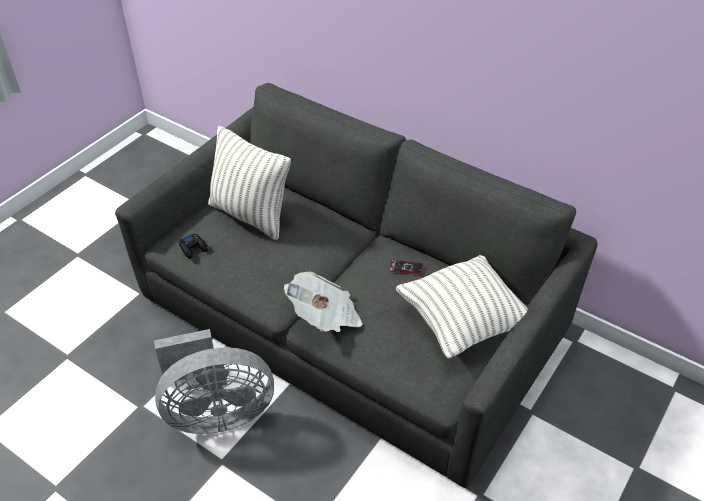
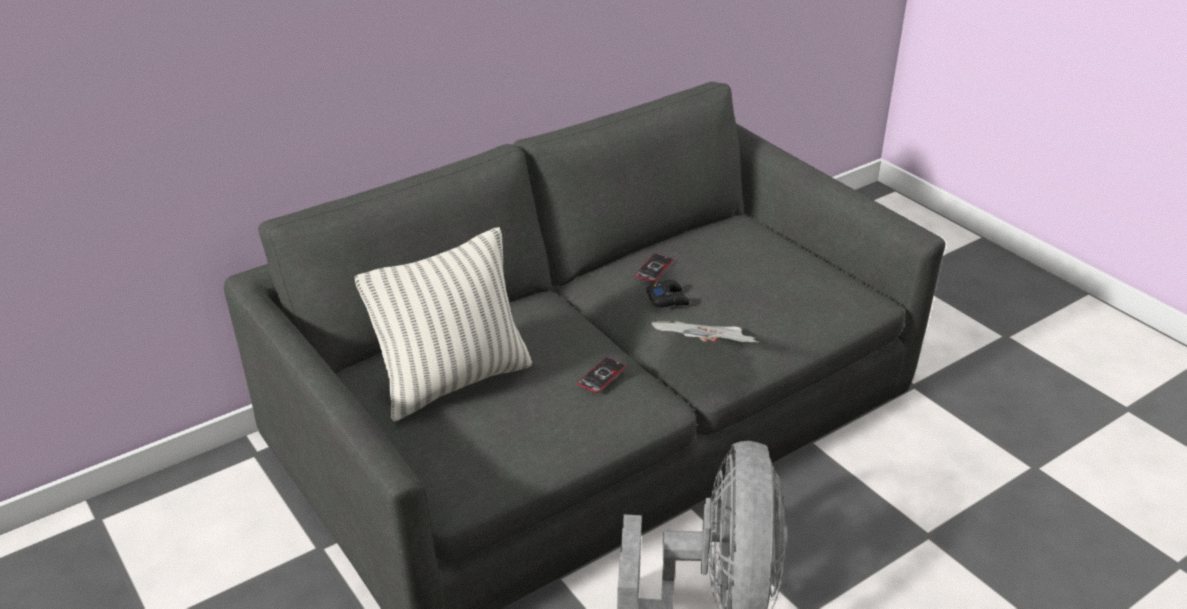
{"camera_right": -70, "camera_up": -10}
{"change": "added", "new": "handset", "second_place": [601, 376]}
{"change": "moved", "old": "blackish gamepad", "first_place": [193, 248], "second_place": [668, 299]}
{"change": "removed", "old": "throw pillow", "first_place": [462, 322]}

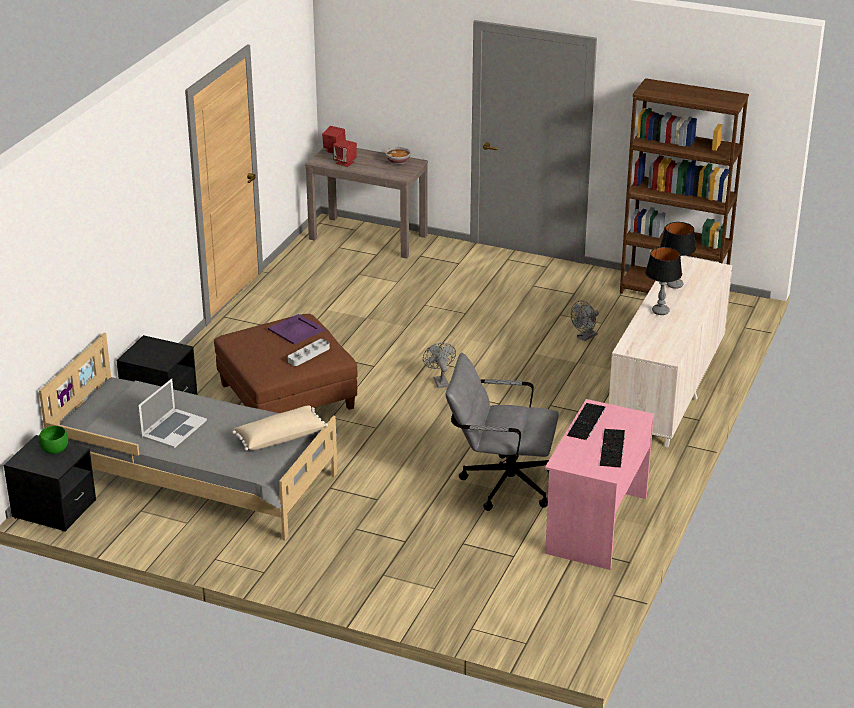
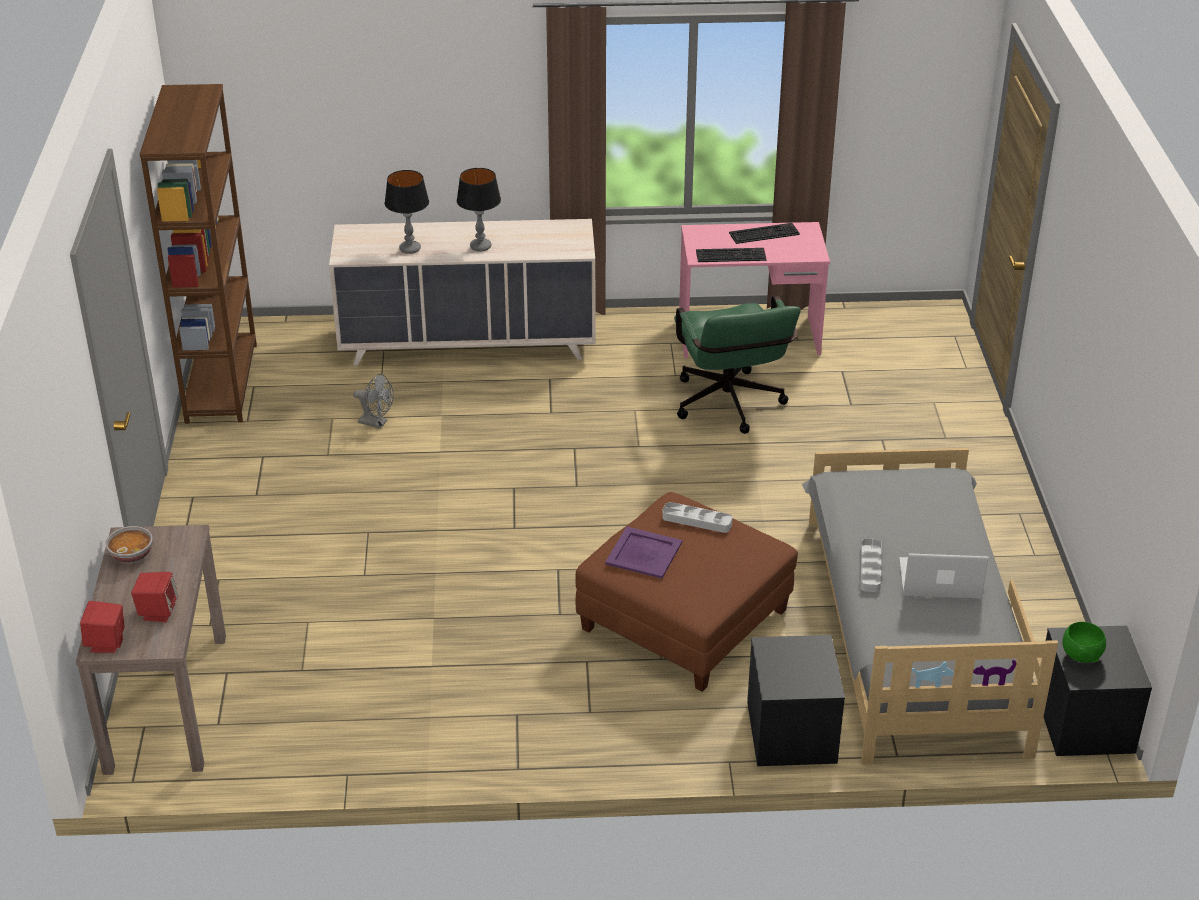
{"camera_right": -115, "camera_up": 5}
{"change": "recoloured", "old": "gray computer chair", "new": "green computer chair", "first_place": [500, 483], "second_place": [730, 408]}
{"change": "added", "new": "gray tray", "second_place": [870, 568]}
{"change": "removed", "old": "beige throw pillow", "first_place": [280, 437]}
{"change": "removed", "old": "gray fan", "first_place": [439, 381]}

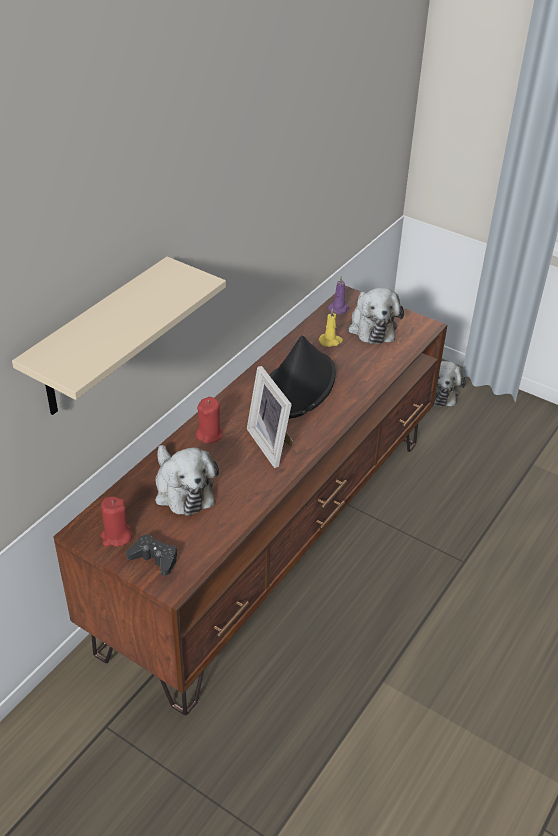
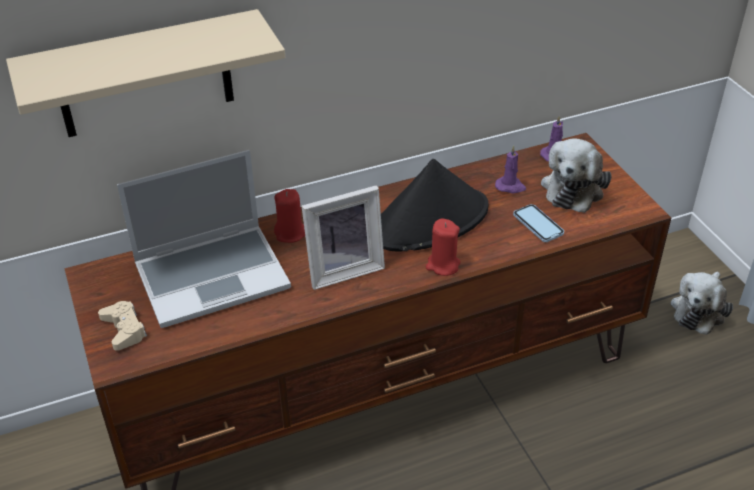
{"camera_right": 35, "camera_up": 0}
{"change": "recoloured", "old": "blackish gamepad", "new": "beige gamepad", "first_place": [154, 558], "second_place": [124, 330]}
{"change": "replaced", "old": "plush toy", "new": "portable computer", "first_place": [182, 489], "second_place": [213, 275]}
{"change": "turned", "old": "picture frame", "first_place": [273, 444], "second_place": [343, 269], "degrees": -120}
{"change": "moved", "old": "red candle", "first_place": [116, 536], "second_place": [442, 265]}
{"change": "recoloured", "old": "yellowish candle", "new": "purplish candle", "first_place": [331, 341], "second_place": [510, 186]}
{"change": "added", "new": "handset", "second_place": [538, 224]}

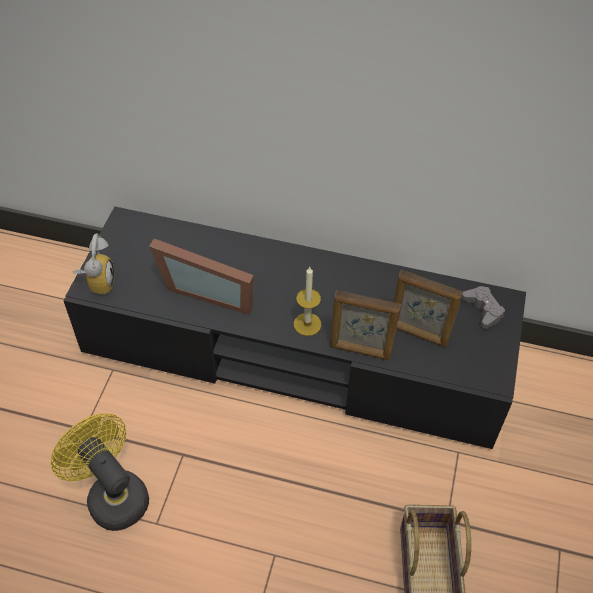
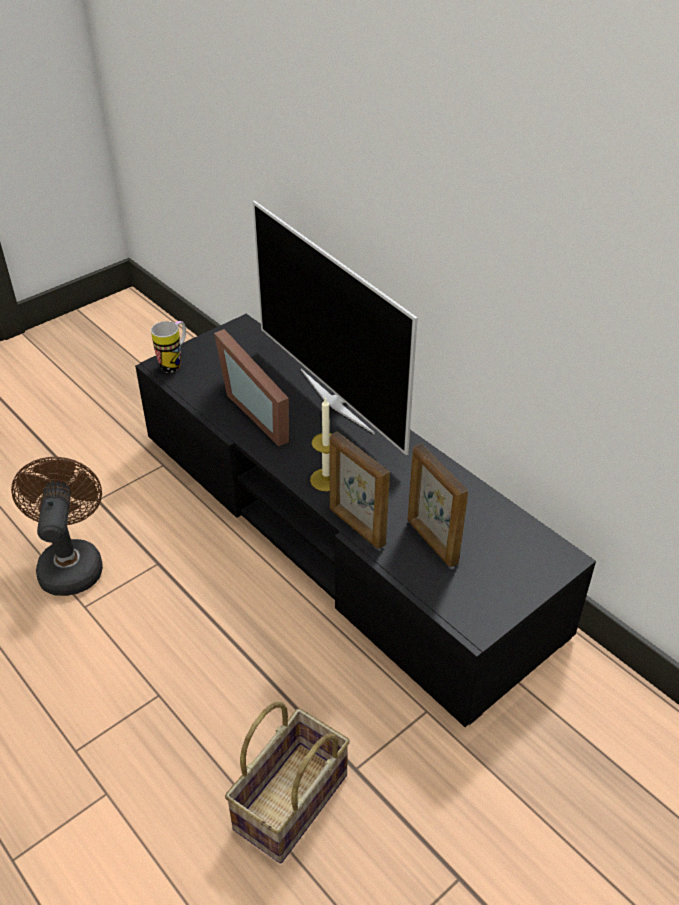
{"camera_right": 35, "camera_up": -10}
{"change": "recoloured", "old": "yellowish fan", "new": "brown-coloured fan", "first_place": [112, 495], "second_place": [71, 563]}
{"change": "replaced", "old": "table clock", "new": "mug", "first_place": [97, 282], "second_place": [175, 363]}
{"change": "added", "new": "TV set", "second_place": [338, 400]}
{"change": "removed", "old": "gray gamepad", "first_place": [483, 310]}

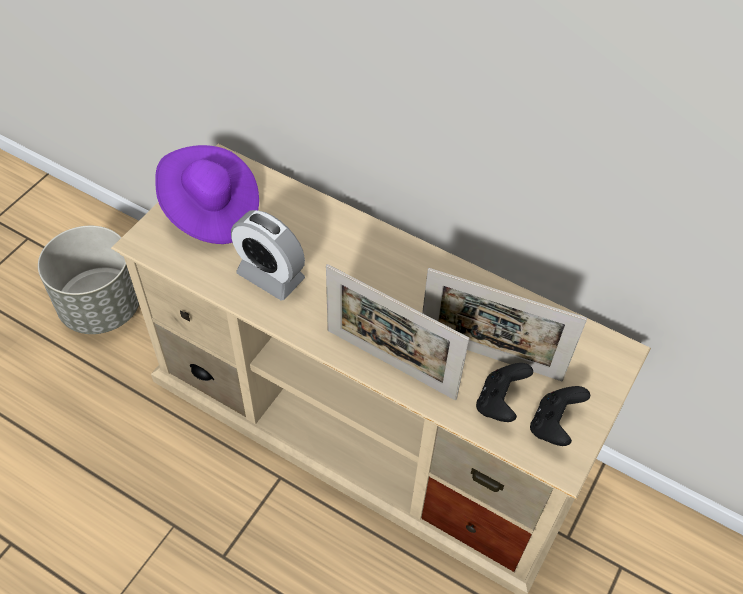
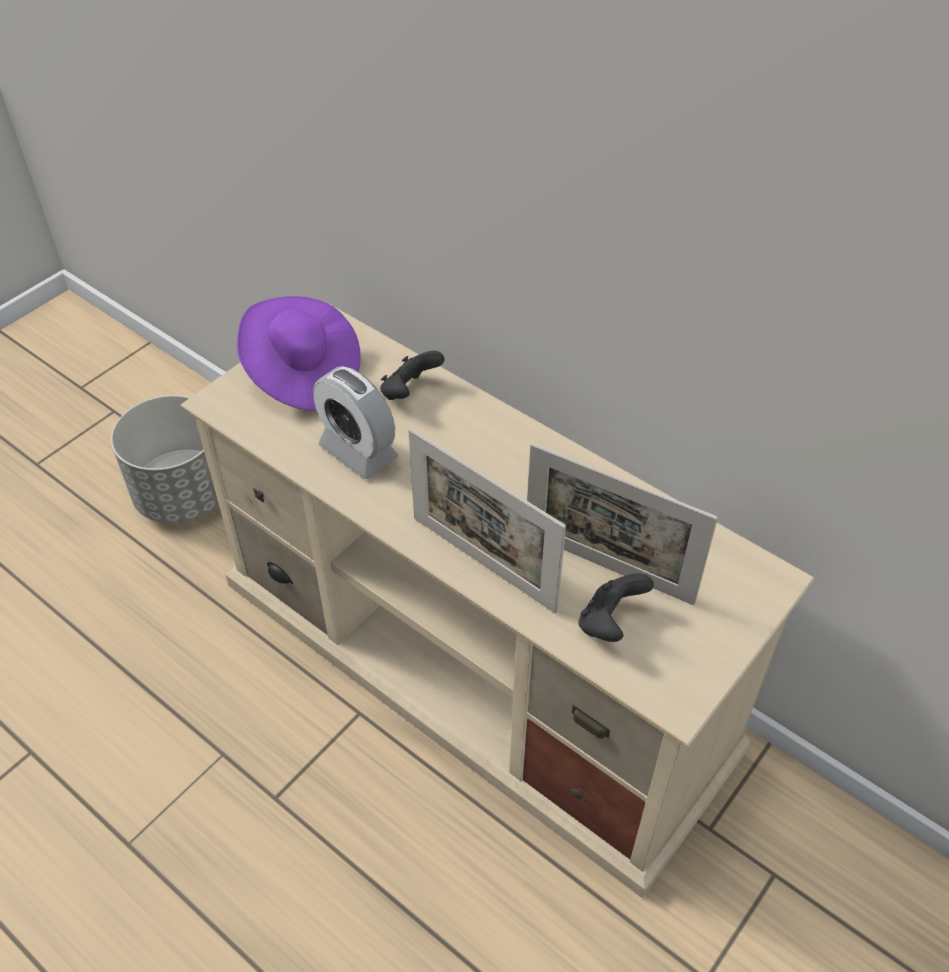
{"camera_right": 10, "camera_up": -5}
{"change": "moved", "old": "blackish gamepad", "first_place": [553, 425], "second_place": [409, 392]}

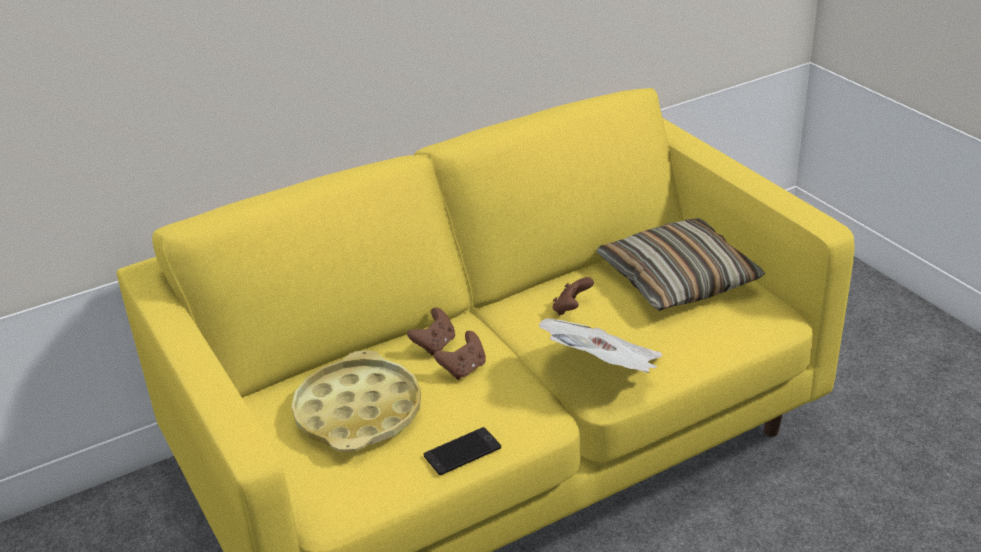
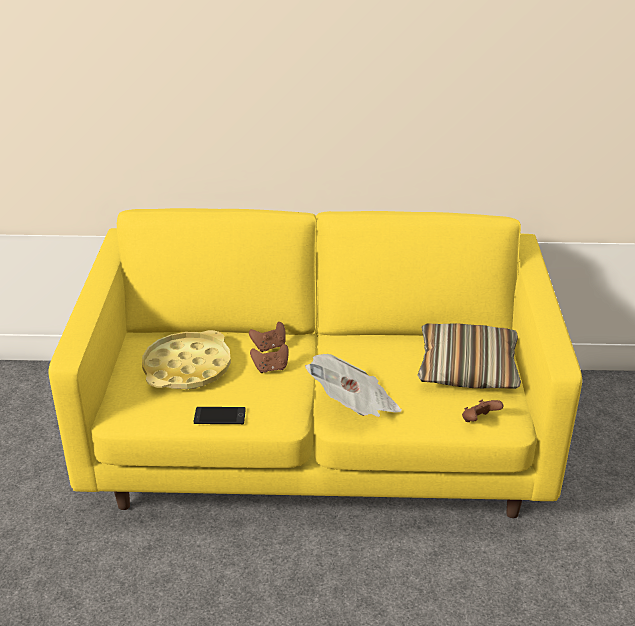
{"camera_right": 30, "camera_up": 0}
{"change": "moved", "old": "brown-coloured gamepad", "first_place": [571, 309], "second_place": [479, 421]}

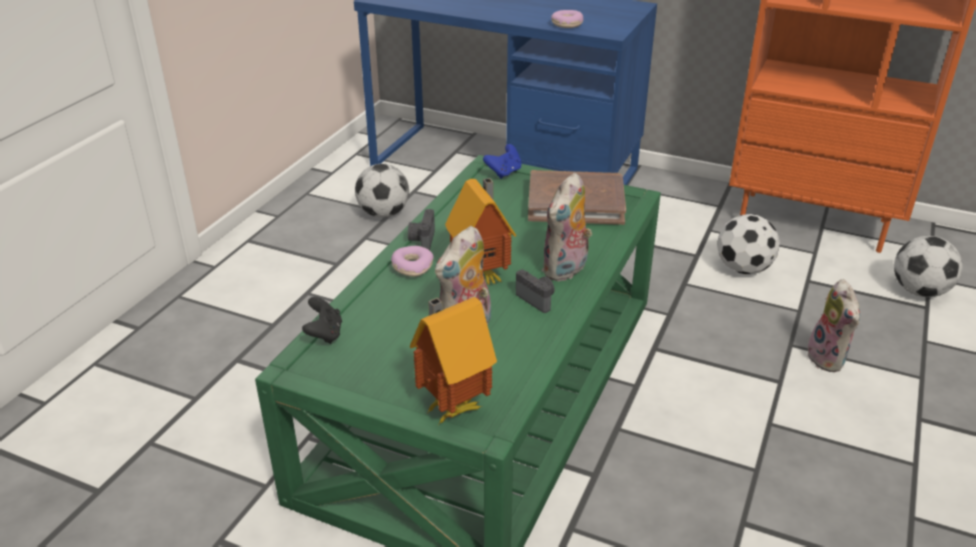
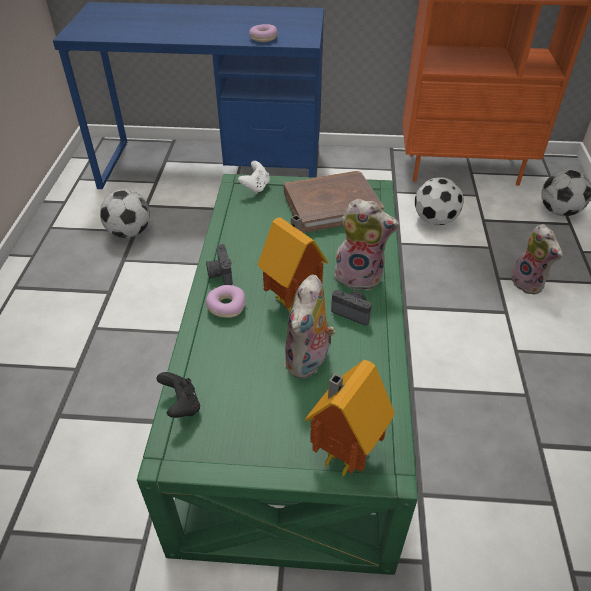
{"camera_right": -20, "camera_up": 10}
{"change": "recoloured", "old": "bluish gamepad", "new": "white-coloured gamepad", "first_place": [504, 172], "second_place": [256, 187]}
{"change": "turned", "old": "plush toy", "first_place": [566, 270], "second_place": [360, 276], "degrees": -90}

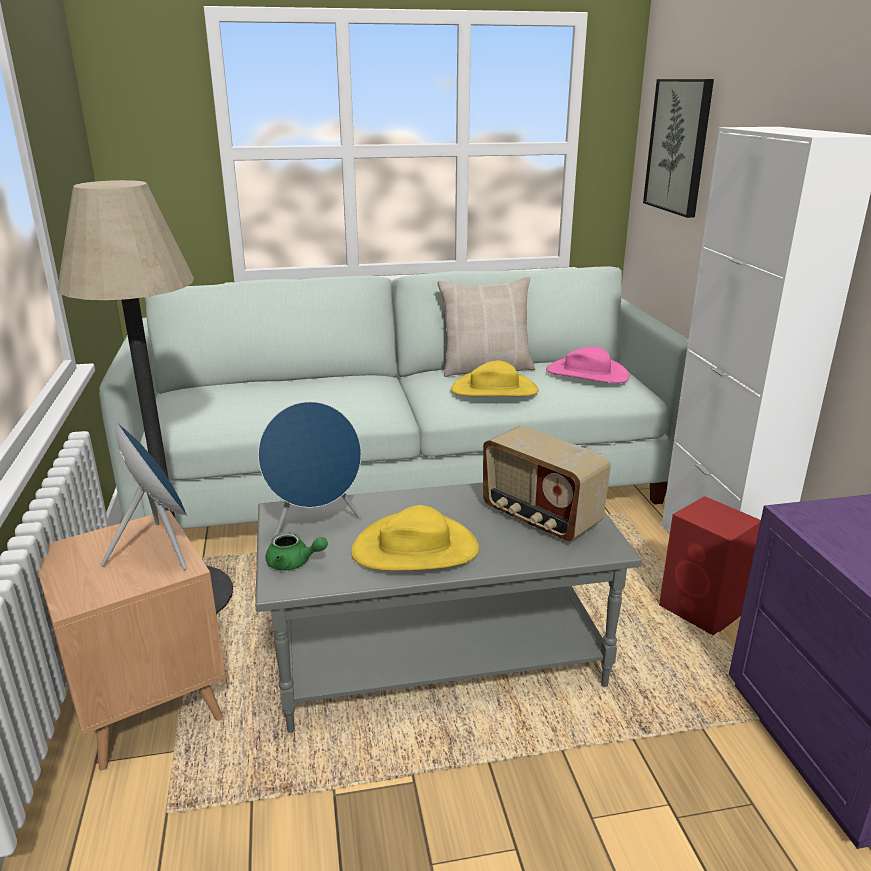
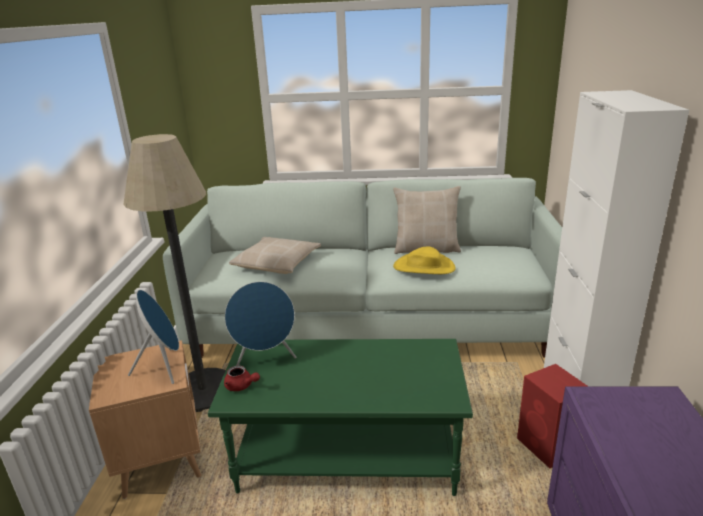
{"camera_right": 15, "camera_up": 0}
{"change": "recoloured", "old": "gray low table", "new": "green low table", "first_place": [439, 656], "second_place": [348, 454]}
{"change": "recoloured", "old": "green tea pot", "new": "red tea pot", "first_place": [294, 563], "second_place": [241, 386]}
{"change": "added", "new": "beige throw pillow", "second_place": [277, 263]}
{"change": "removed", "old": "yellowish hat", "first_place": [415, 549]}
{"change": "removed", "old": "radio set", "first_place": [539, 518]}
{"change": "removed", "old": "pink-coloured hat", "first_place": [587, 374]}
{"change": "removed", "old": "picture", "first_place": [679, 146]}

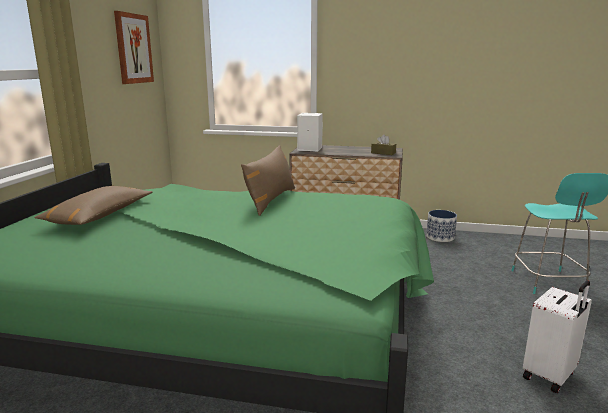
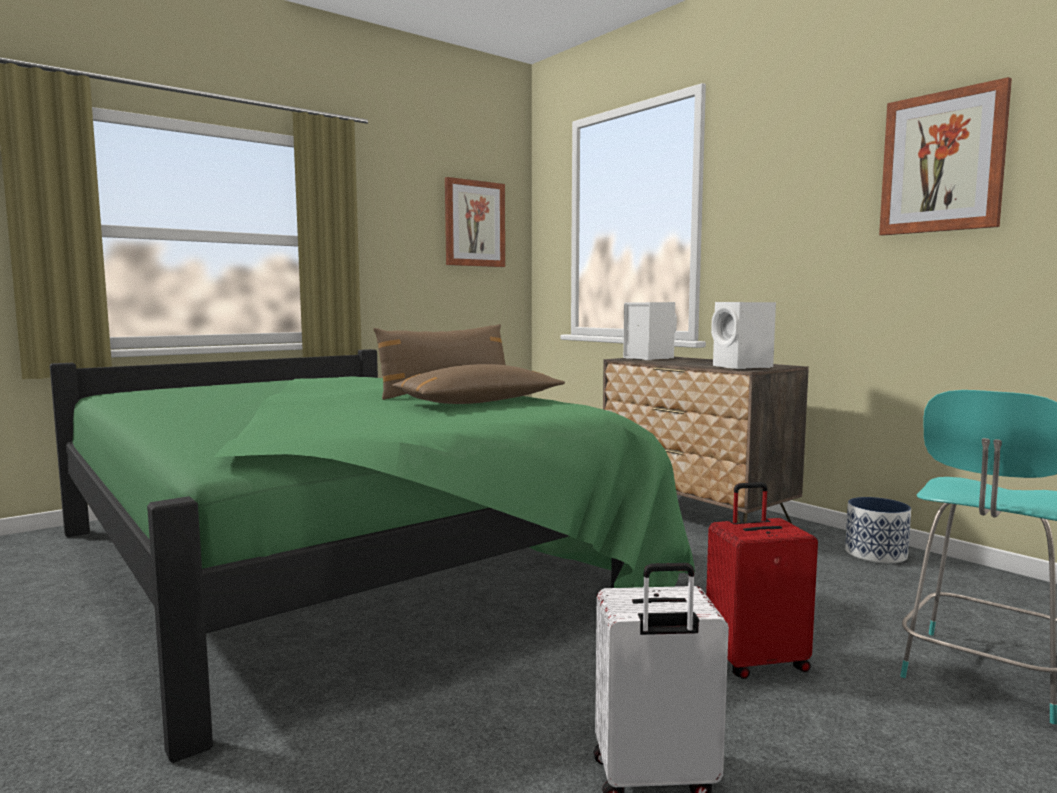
{"camera_right": 40, "camera_up": -10}
{"change": "moved", "old": "brown-coloured throw pillow", "first_place": [99, 216], "second_place": [478, 402]}
{"change": "added", "new": "red travel case", "second_place": [756, 661]}
{"change": "replaced", "old": "brown-coloured tissue box", "new": "white-coloured loudspeaker", "first_place": [383, 153], "second_place": [743, 367]}
{"change": "added", "new": "picture", "second_place": [942, 162]}

